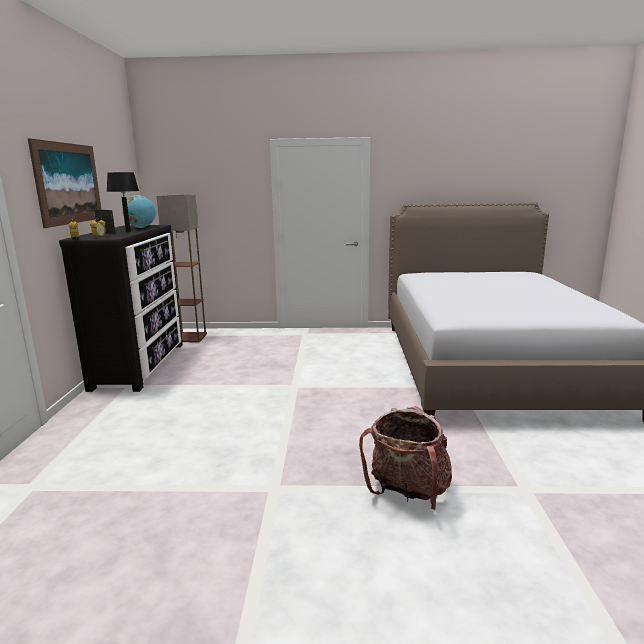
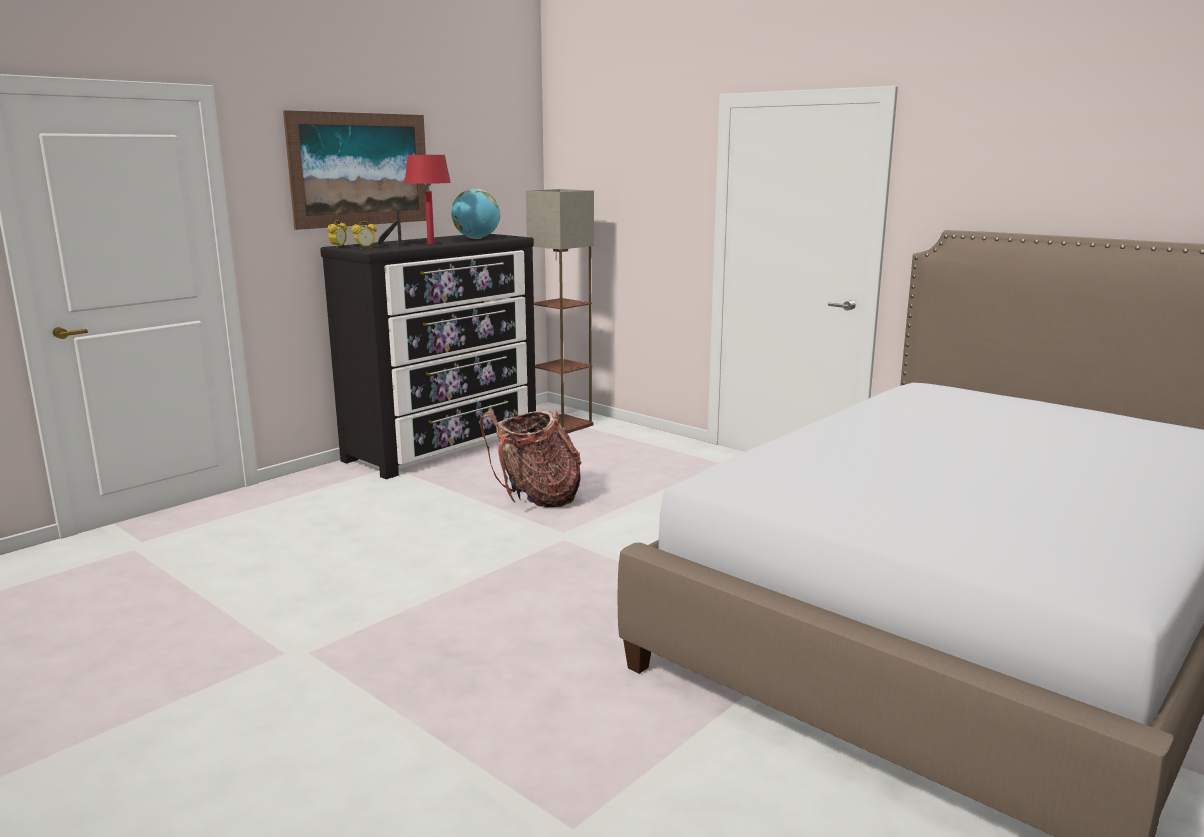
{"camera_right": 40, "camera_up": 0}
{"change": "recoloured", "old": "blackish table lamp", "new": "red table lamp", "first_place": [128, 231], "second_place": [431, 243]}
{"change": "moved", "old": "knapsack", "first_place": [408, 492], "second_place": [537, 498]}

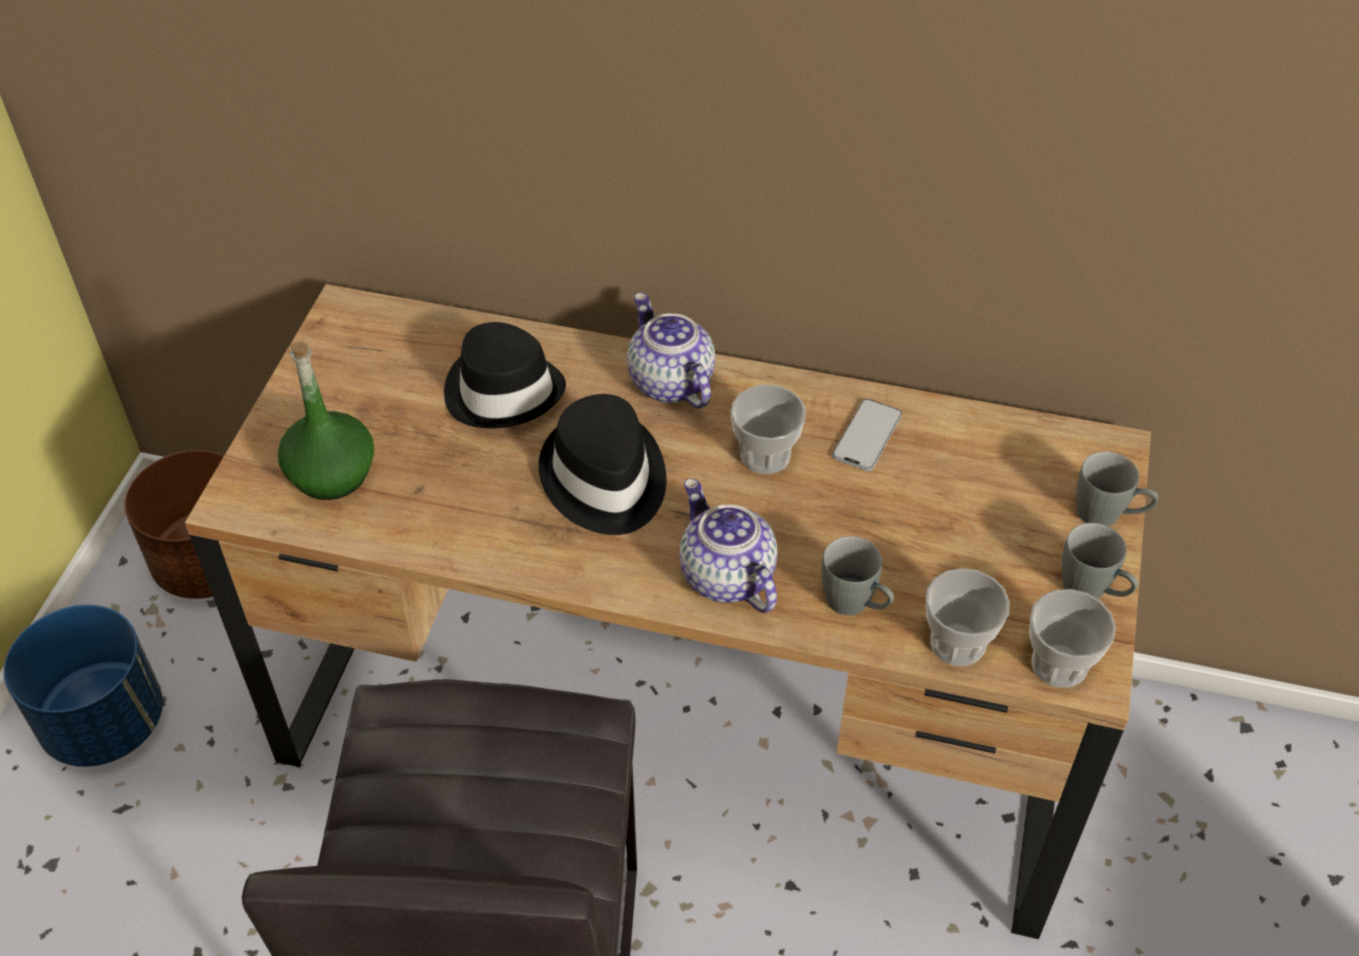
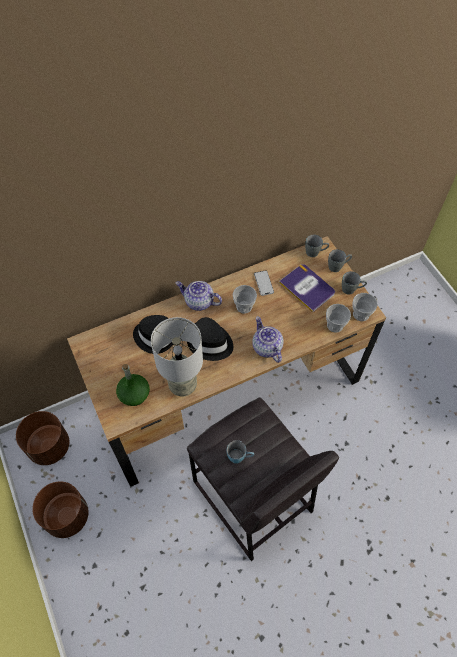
{"camera_right": -40, "camera_up": 10}
{"change": "recoloured", "old": "bluish planter", "new": "brown-coloured planter", "first_place": [105, 722], "second_place": [66, 516]}
{"change": "added", "new": "gray table lamp", "second_place": [182, 385]}
{"change": "added", "new": "bluish mug", "second_place": [240, 457]}
{"change": "turned", "old": "tea pot", "first_place": [725, 576], "second_place": [266, 347], "degrees": 45}
{"change": "added", "new": "book", "second_place": [307, 288]}
{"change": "moved", "old": "gray mug", "first_place": [856, 604], "second_place": [315, 252]}

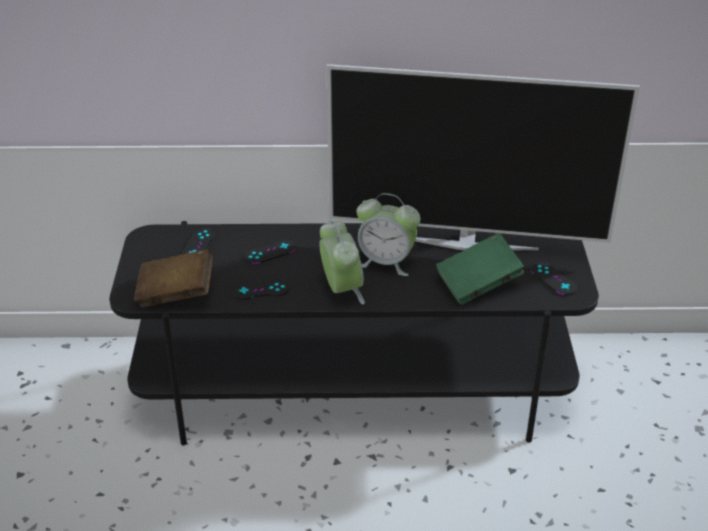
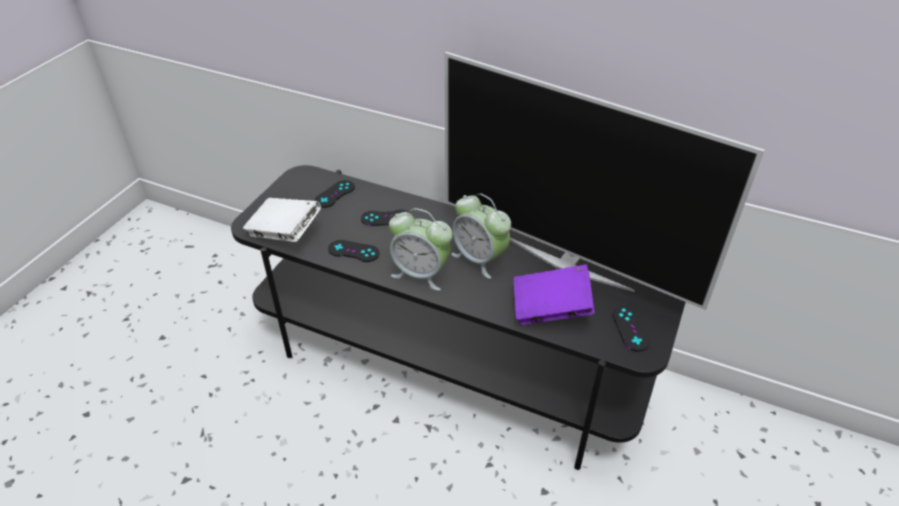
{"camera_right": 25, "camera_up": 5}
{"change": "recoloured", "old": "brown-coloured book", "new": "white-coloured book", "first_place": [176, 294], "second_place": [285, 233]}
{"change": "turned", "old": "table clock", "first_place": [341, 290], "second_place": [421, 273], "degrees": 105}
{"change": "recoloured", "old": "green book", "new": "purplish book", "first_place": [478, 284], "second_place": [550, 309]}

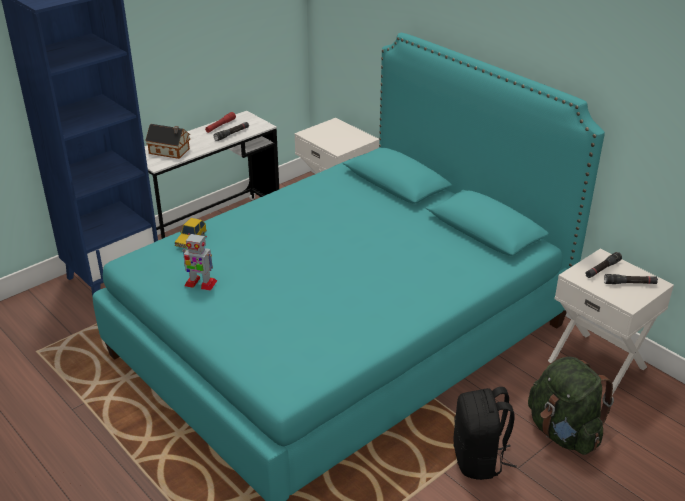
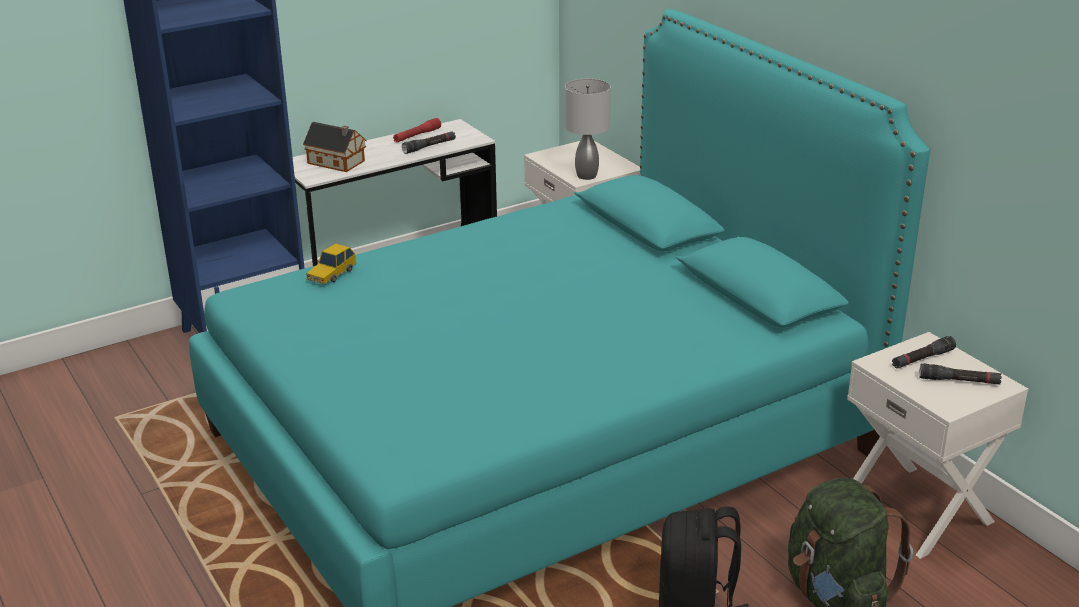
{"camera_right": 10, "camera_up": -5}
{"change": "added", "new": "gray table lamp", "second_place": [587, 175]}
{"change": "removed", "old": "model robot", "first_place": [200, 283]}

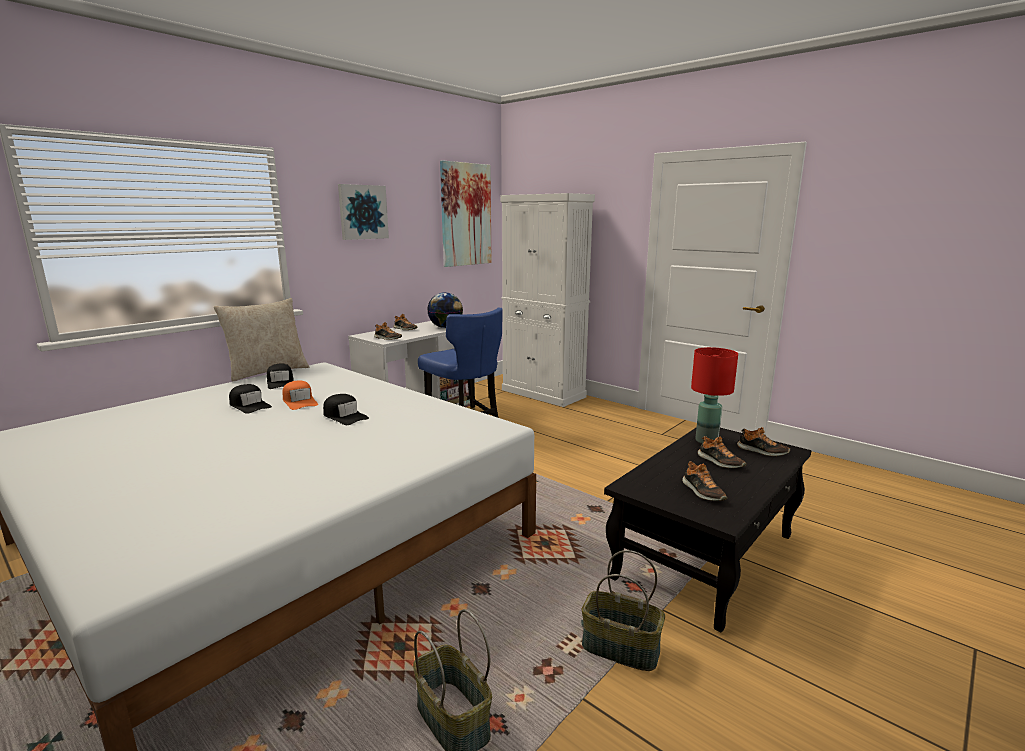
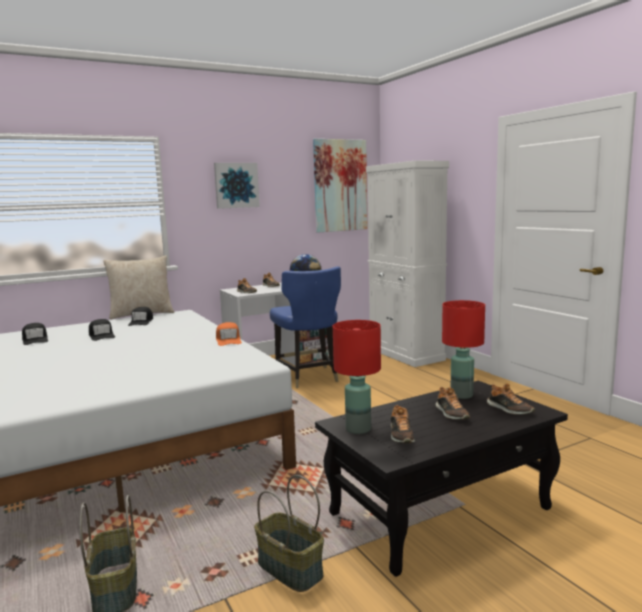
{"camera_right": 20, "camera_up": -5}
{"change": "moved", "old": "blackish baseball cap", "first_place": [345, 416], "second_place": [35, 340]}
{"change": "moved", "old": "orange-coloured baseball cap", "first_place": [299, 401], "second_place": [228, 340]}
{"change": "added", "new": "red table lamp", "second_place": [357, 429]}

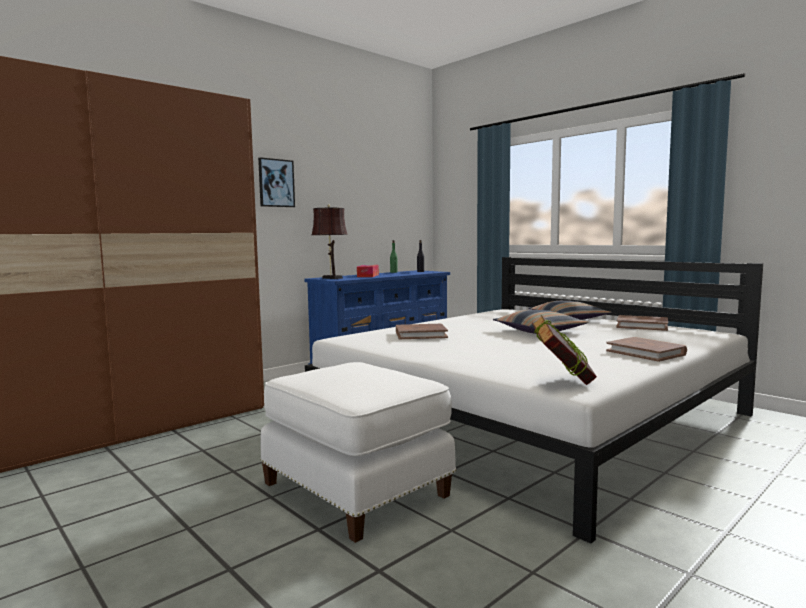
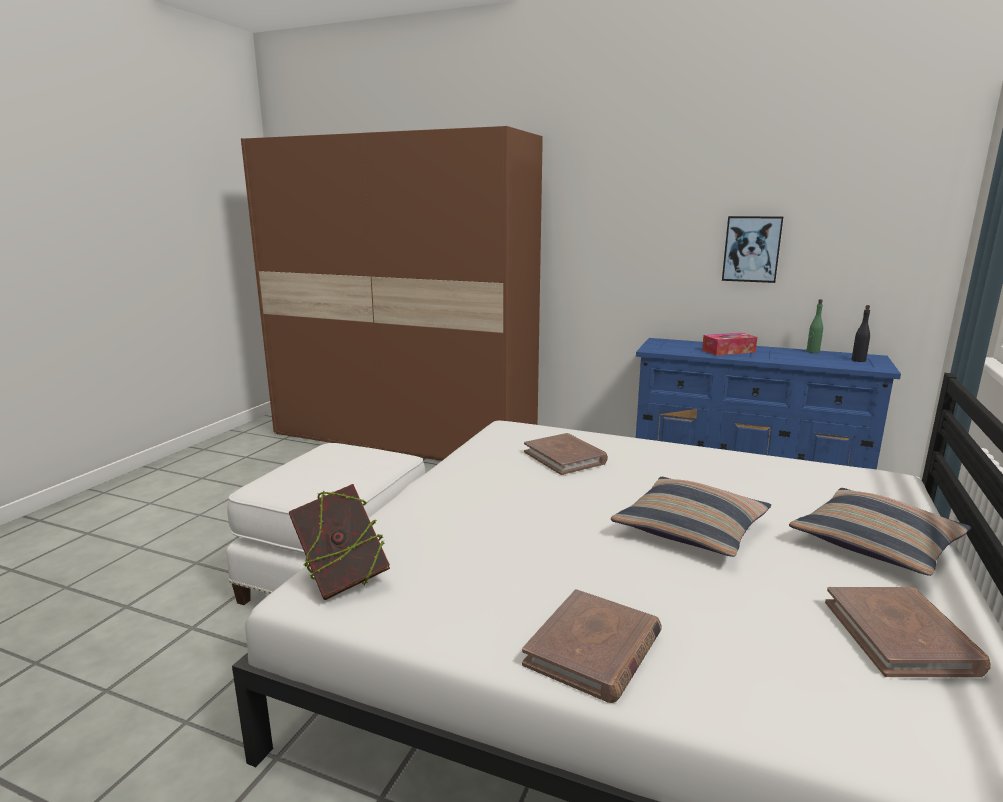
{"camera_right": 65, "camera_up": 10}
{"change": "moved", "old": "picture", "first_place": [276, 183], "second_place": [751, 249]}
{"change": "removed", "old": "brown-coloured table lamp", "first_place": [331, 278]}

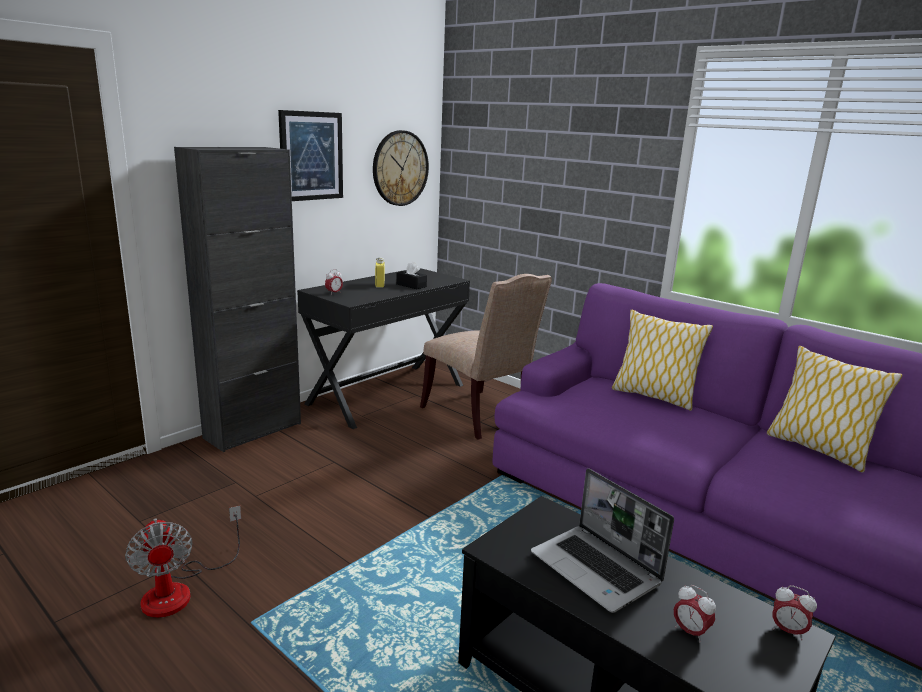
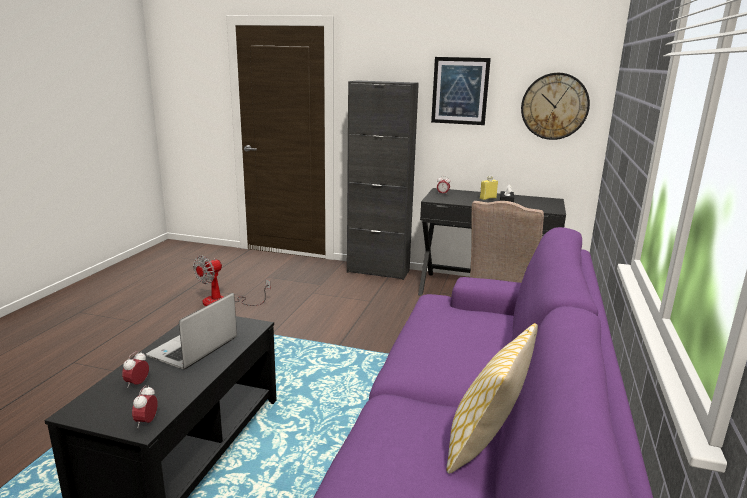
{"camera_right": 65, "camera_up": 0}
{"change": "removed", "old": "throw pillow", "first_place": [653, 396]}

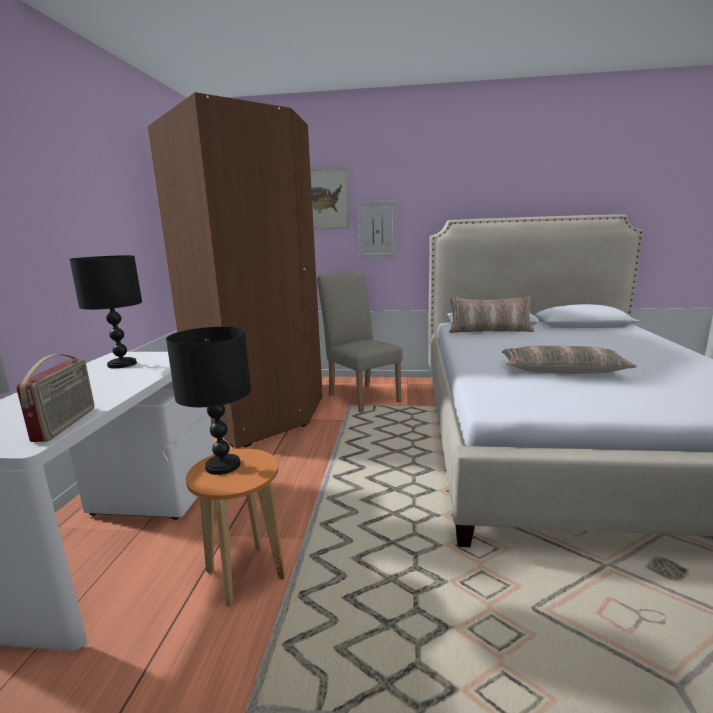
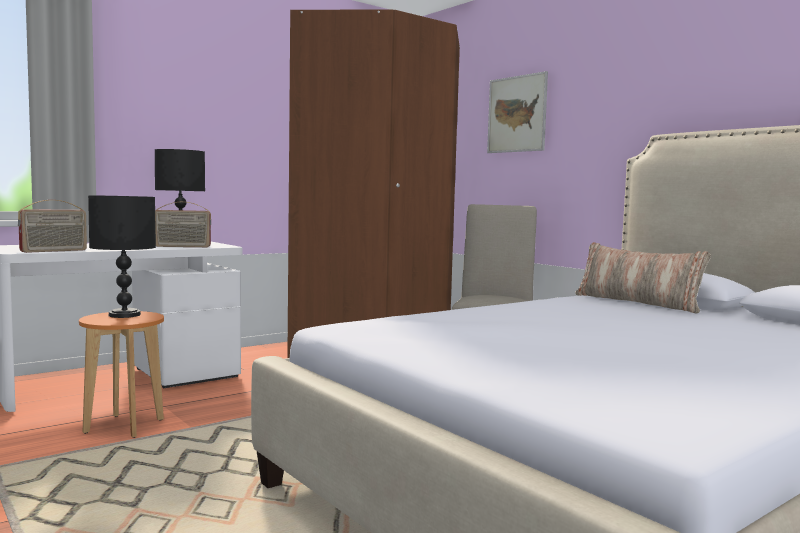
{"camera_right": 45, "camera_up": -10}
{"change": "added", "new": "radio set", "second_place": [182, 246]}
{"change": "removed", "old": "picture", "first_place": [377, 229]}
{"change": "removed", "old": "throw pillow", "first_place": [562, 371]}

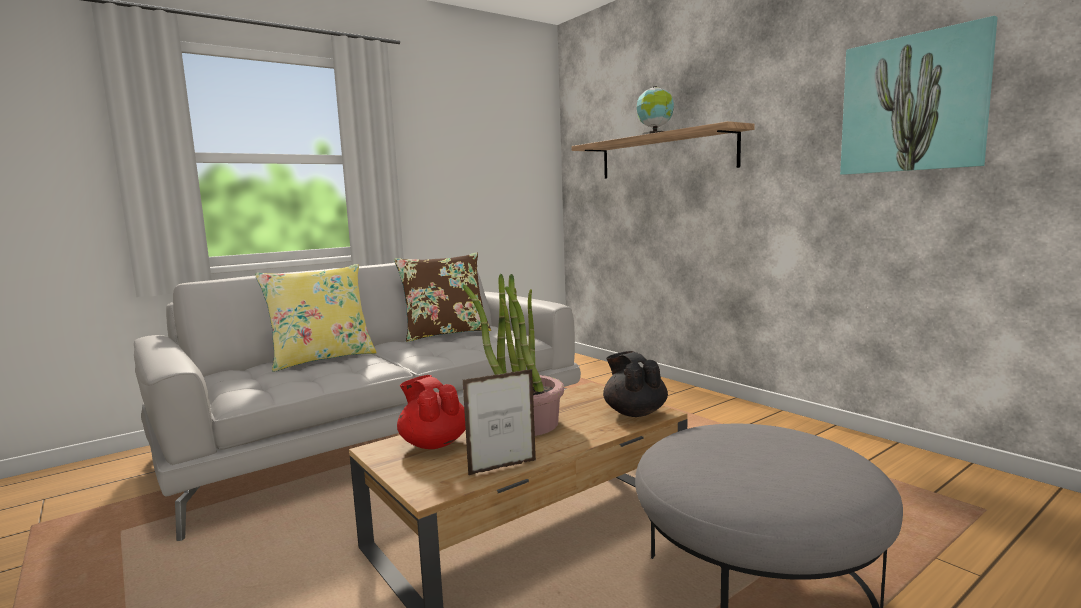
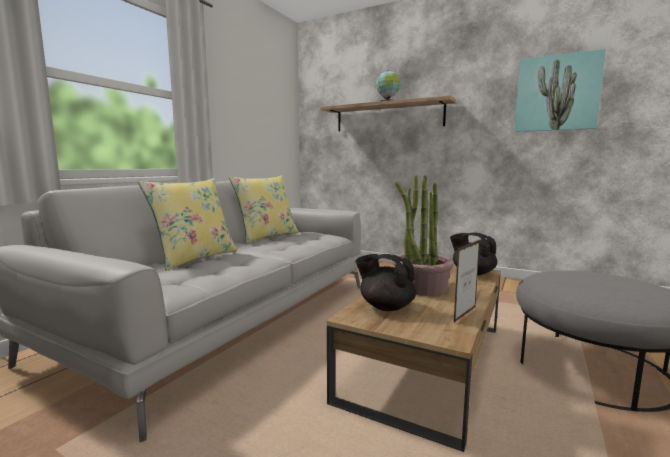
{"camera_right": -25, "camera_up": 0}
{"change": "recoloured", "old": "brown-coloured throw pillow", "new": "yellowish throw pillow", "first_place": [445, 333], "second_place": [266, 236]}
{"change": "recoloured", "old": "red tea pot", "new": "blackish tea pot", "first_place": [434, 443], "second_place": [386, 307]}

